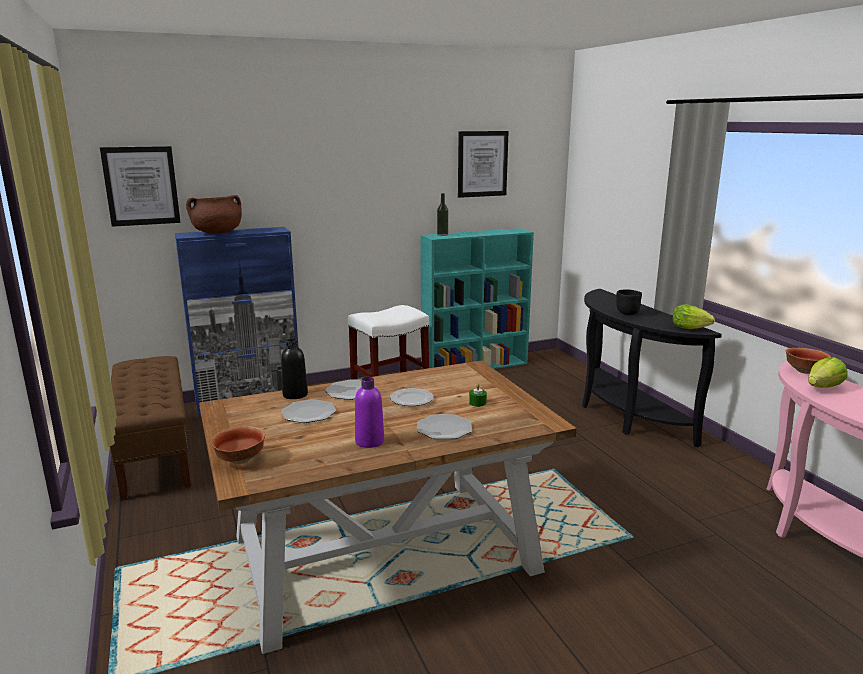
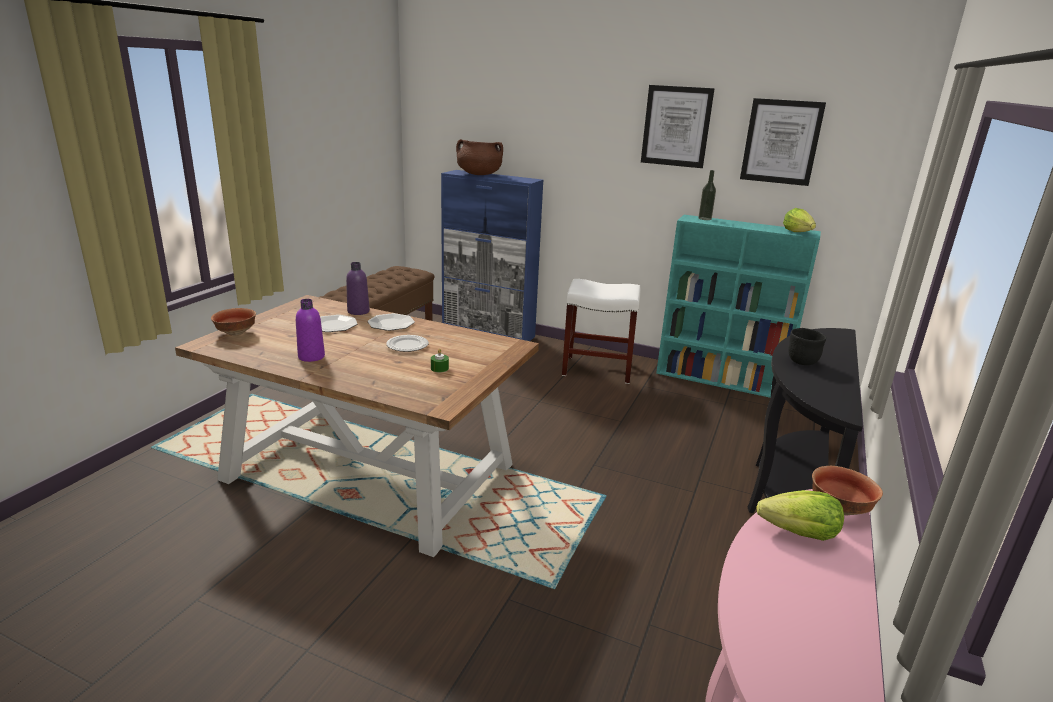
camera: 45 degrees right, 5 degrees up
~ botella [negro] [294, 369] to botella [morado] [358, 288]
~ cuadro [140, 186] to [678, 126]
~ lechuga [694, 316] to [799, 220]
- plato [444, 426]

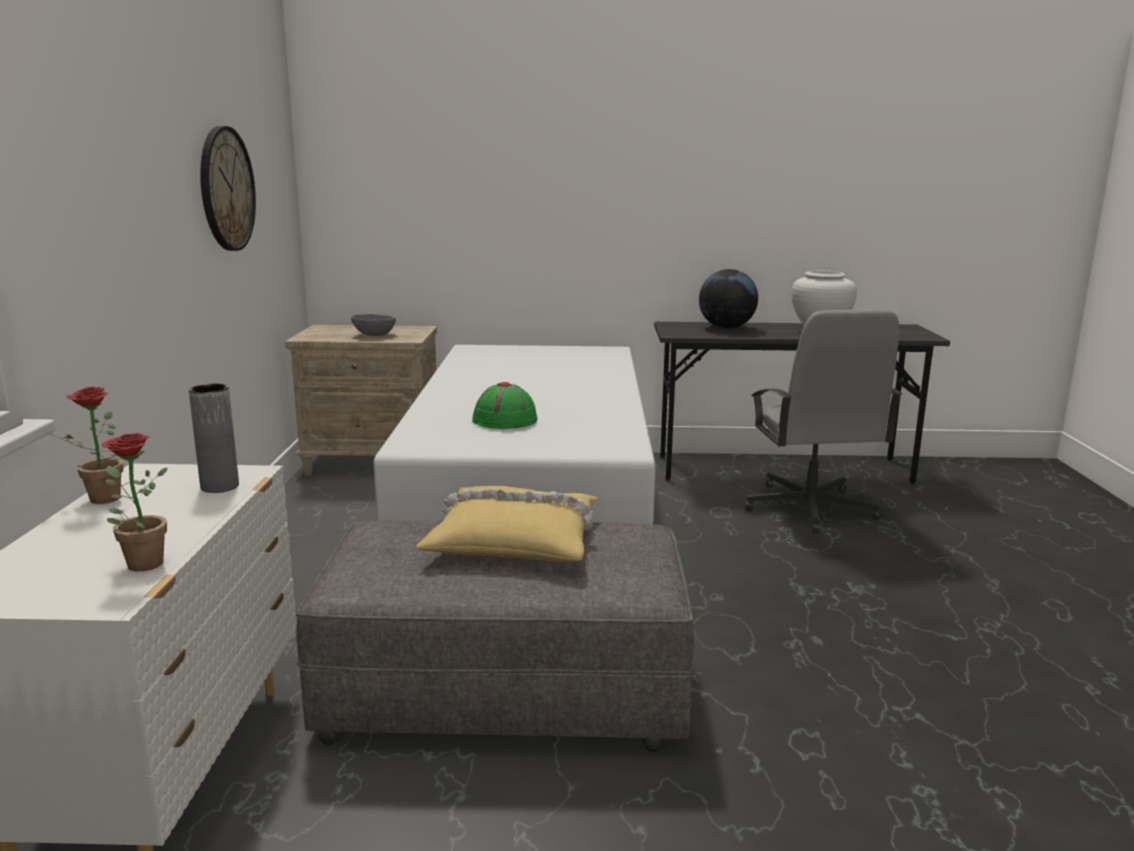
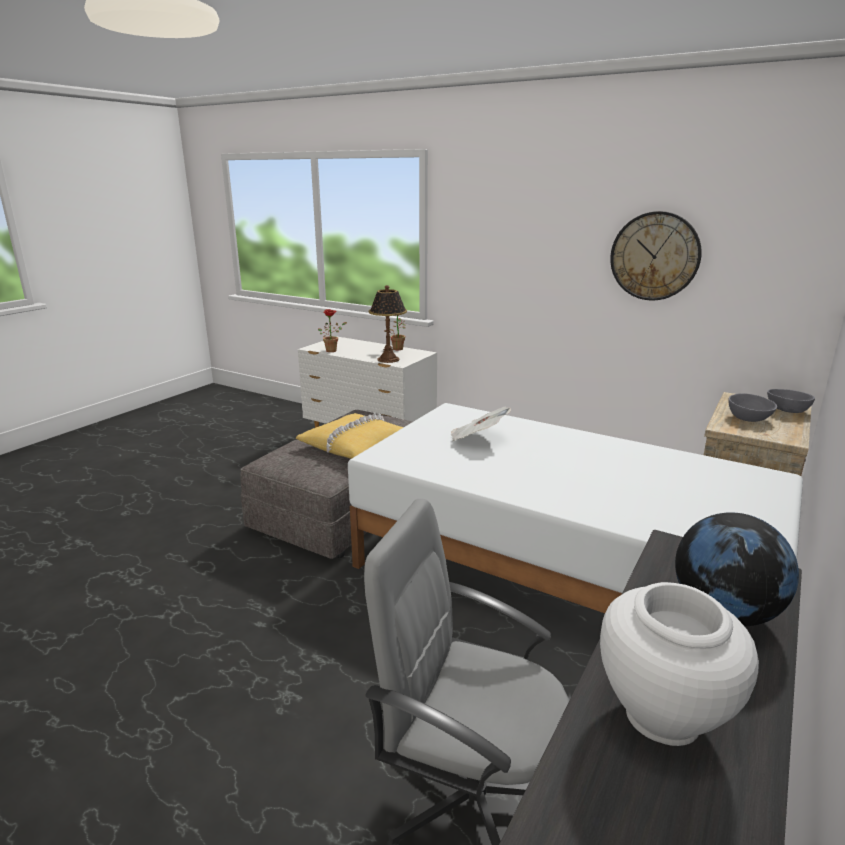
camera: 120 degrees right, 5 degrees up
~ florero [gris] [214, 438] to lámpara de mesa [388, 324]
~ sombrero [verde] [505, 405] to periódico [481, 423]
+ cuenco [gris] [791, 401]

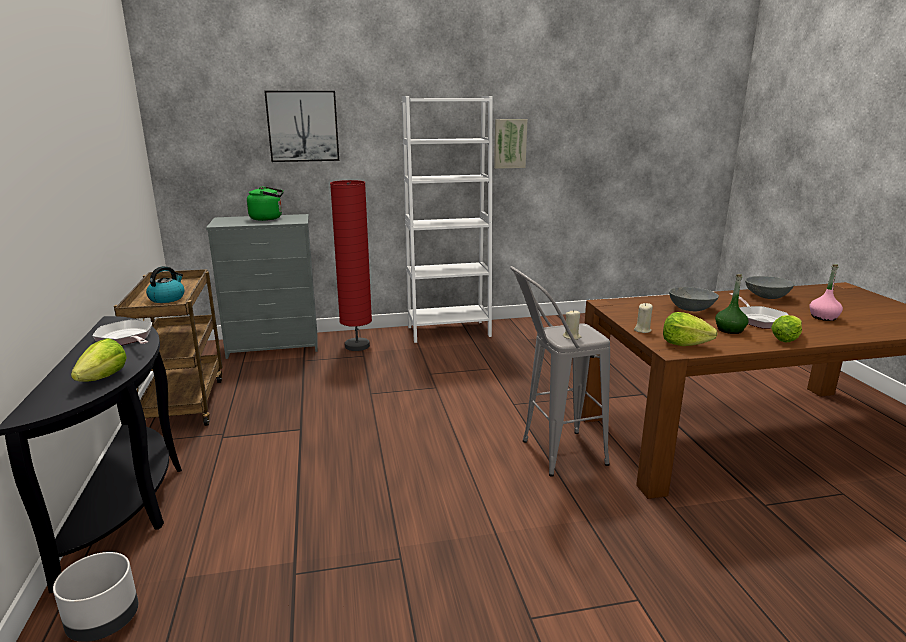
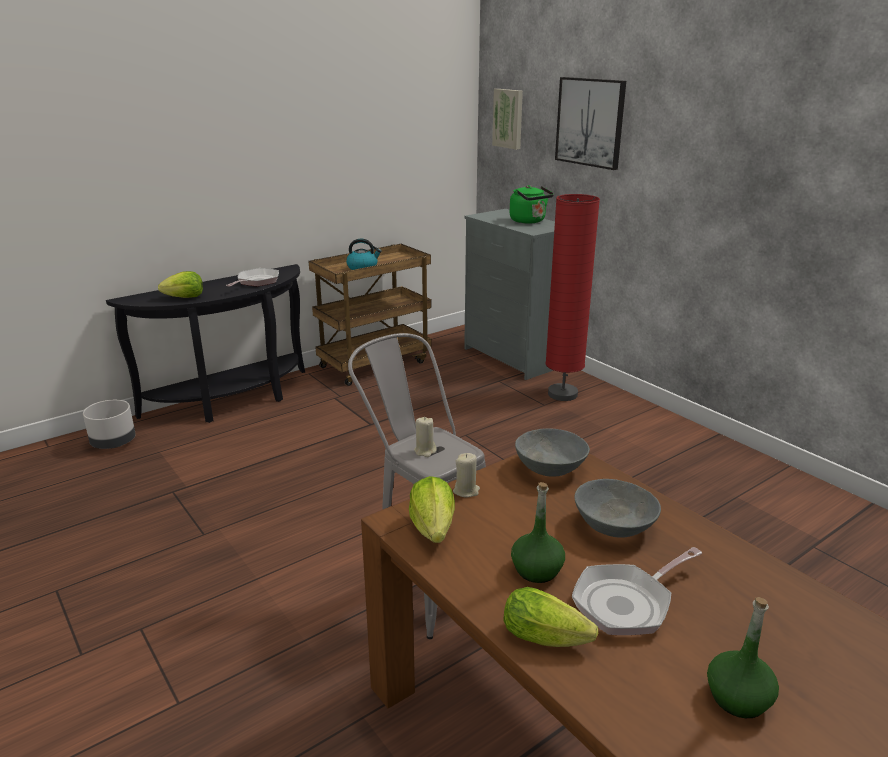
camera: 65 degrees right, 5 degrees up
~ cuadro [511, 144] to [507, 119]
~ cuenco [gris] [770, 287] to [552, 452]
~ botella [rosa] [826, 292] to botella [verde] [743, 657]
- estantería [blanco] [447, 219]

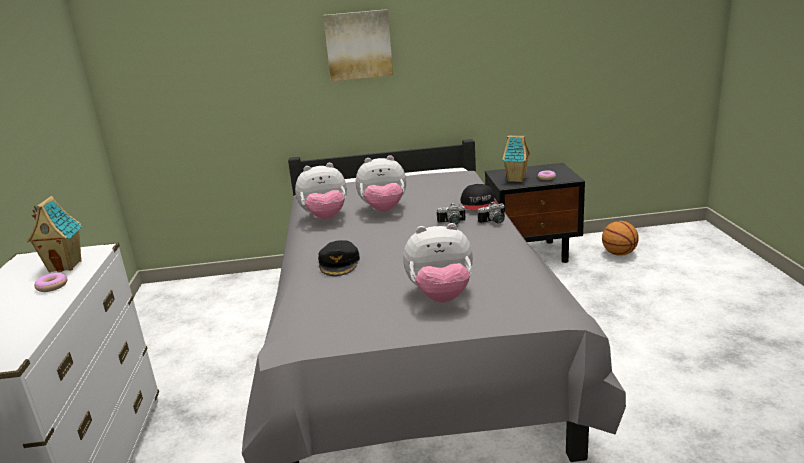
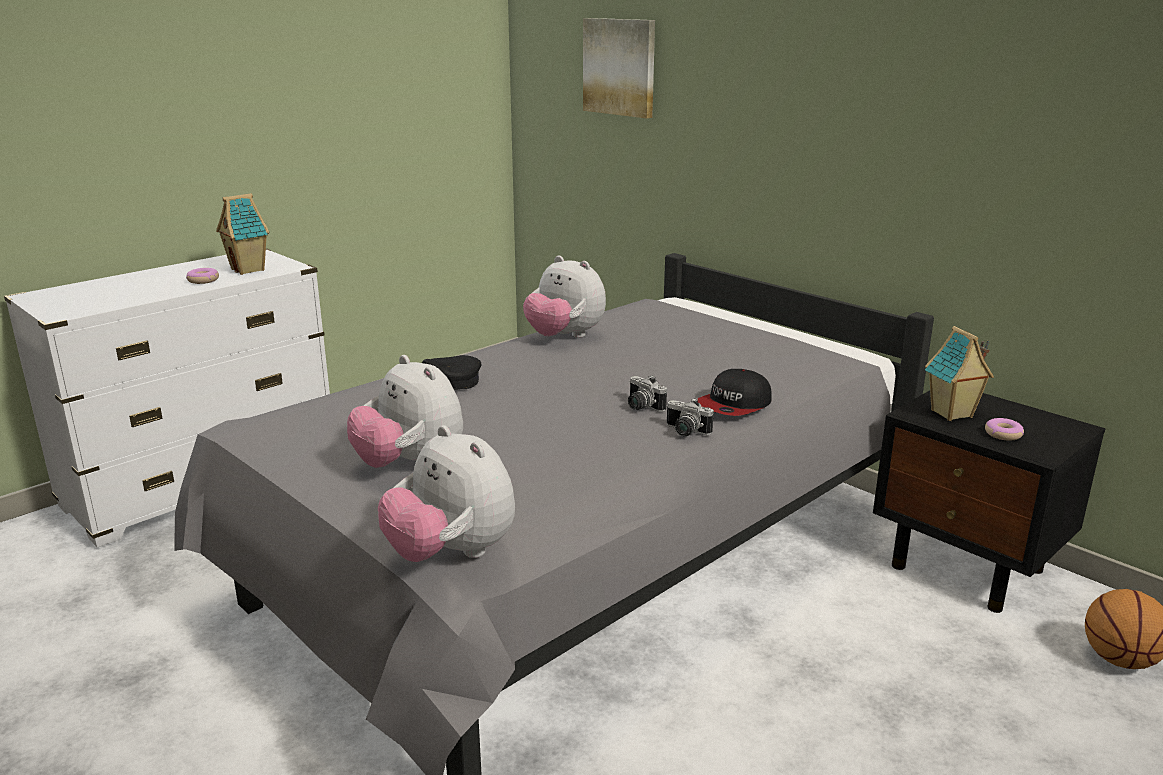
camera: 50 degrees right, 0 degrees up
~ peluche [381, 183] to [446, 493]
~ cuadro [358, 45] to [619, 68]

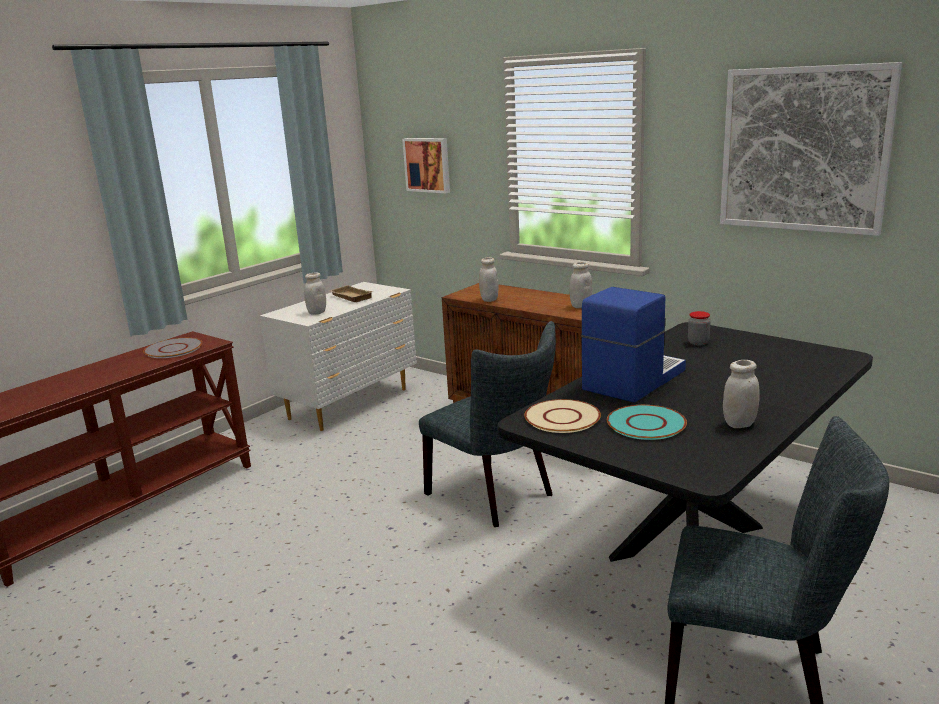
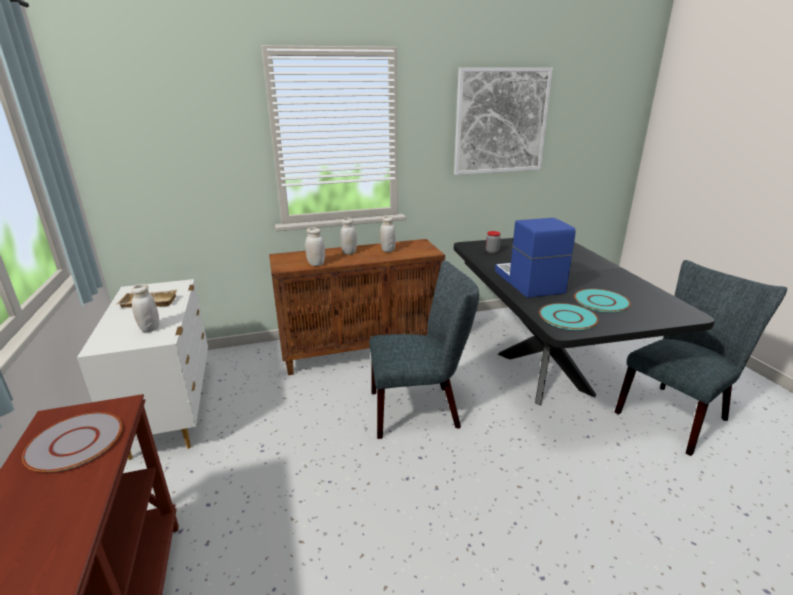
camera: 55 degrees left, 5 degrees up
~ tarro [blanco] [741, 394] to [349, 236]
~ plato [beis] [562, 416] to plato [turquesa] [569, 316]
- cuadro [426, 165]

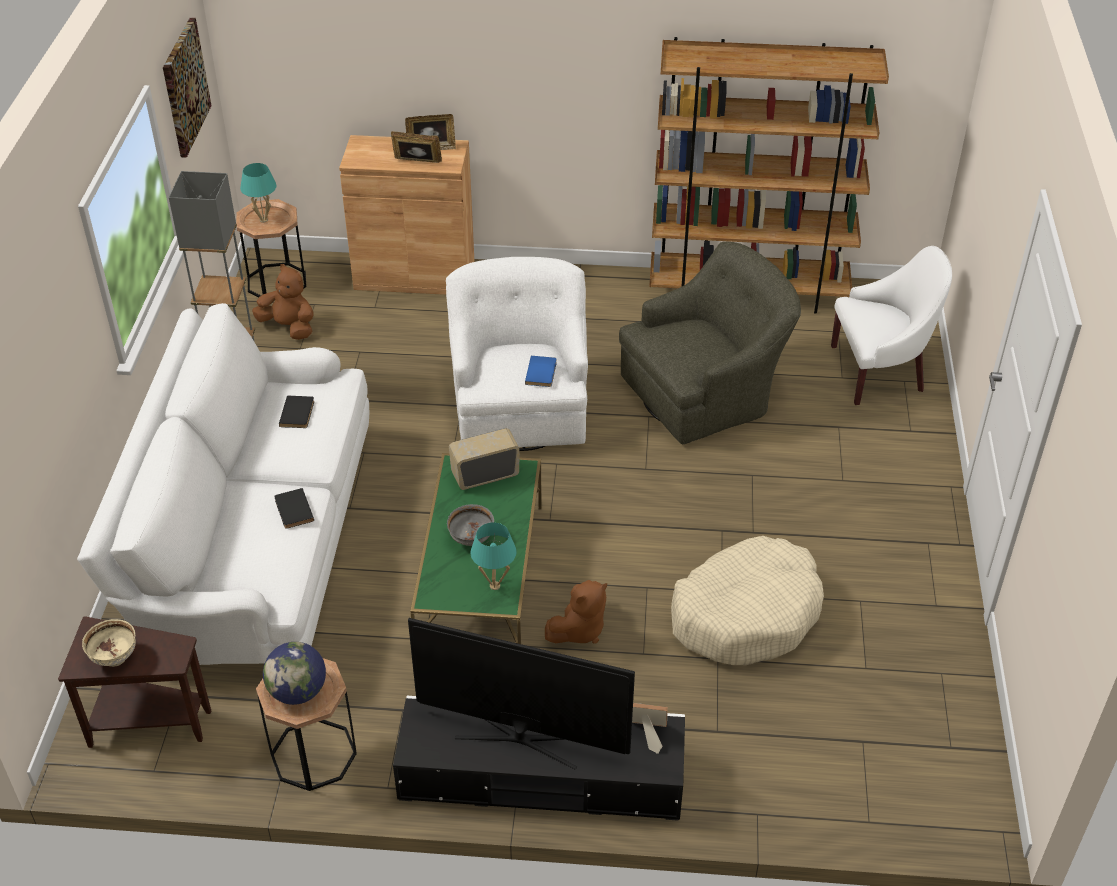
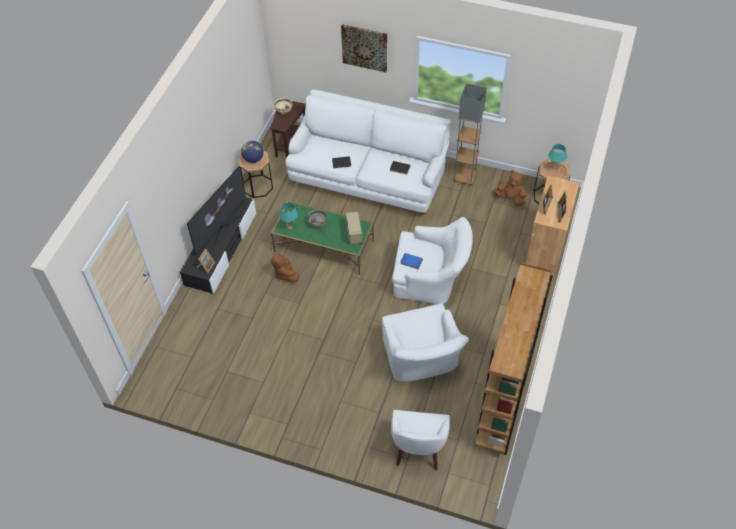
camera: 105 degrees right, 10 degrees up
~ cuadro [187, 88] to [364, 48]
~ sillón [verde] [710, 343] to sillón [blanco] [425, 343]
~ peluche [marrón] [283, 302] = [510, 188] 105 degrees counterclockwise
- cama para perro [beis] [747, 600]

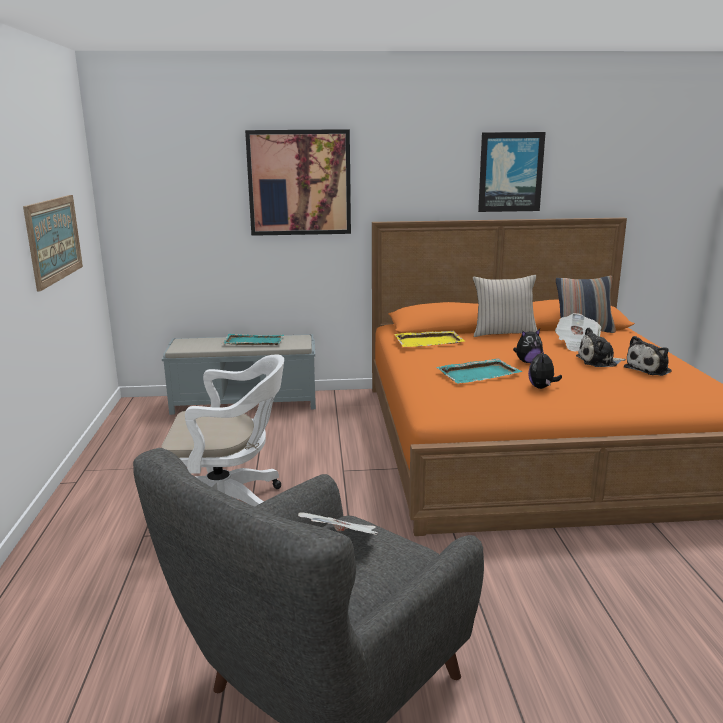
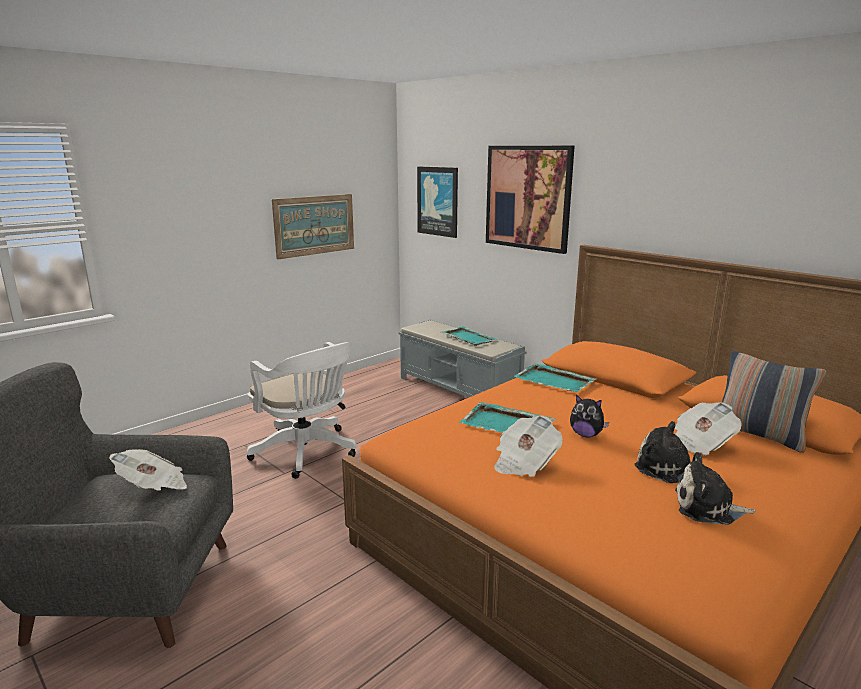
camera: 50 degrees right, 0 degrees up
~ cuadro [512, 172] to [437, 202]
~ peluche [545, 368] to periódico [528, 446]
~ bandeja [amarillo] [429, 339] to bandeja [turquesa] [554, 377]
- cojín [beis] [505, 306]

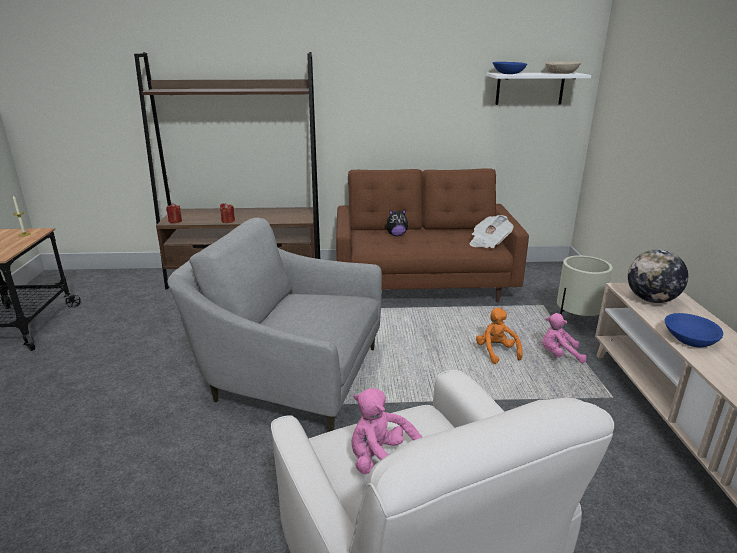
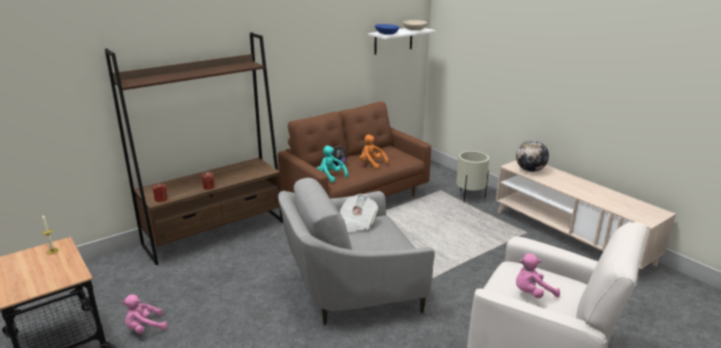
camera: 35 degrees left, 0 degrees up
~ peluche [rosa] [564, 338] to [144, 314]
+ peluche [turquesa] [332, 164]
~ periódico [491, 231] to [359, 213]
~ peluche [naranja] [499, 336] to [374, 152]
- cuenco [azul] [693, 330]

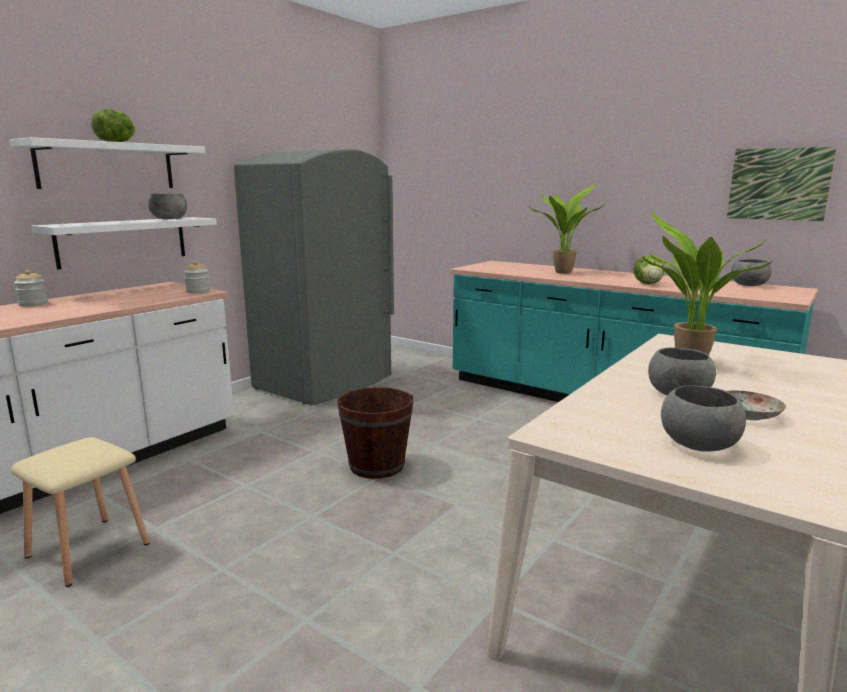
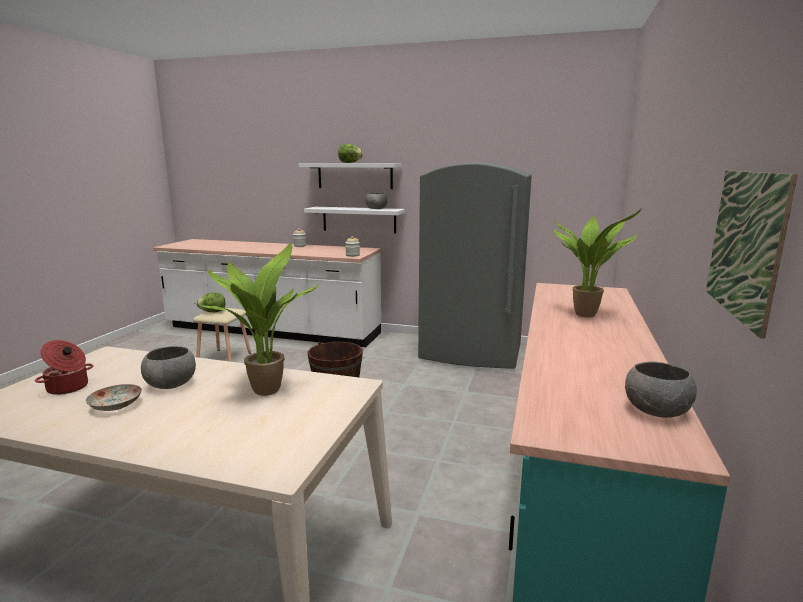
camera: 70 degrees right, 0 degrees up
~ cuenco [gris] [703, 418] to olla [64, 367]
~ lechuga [648, 270] to [211, 303]

